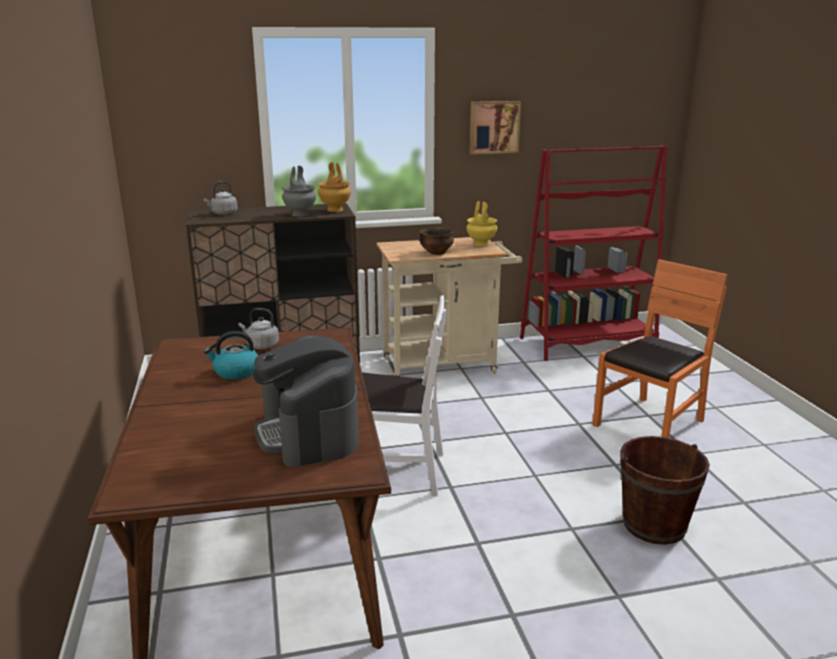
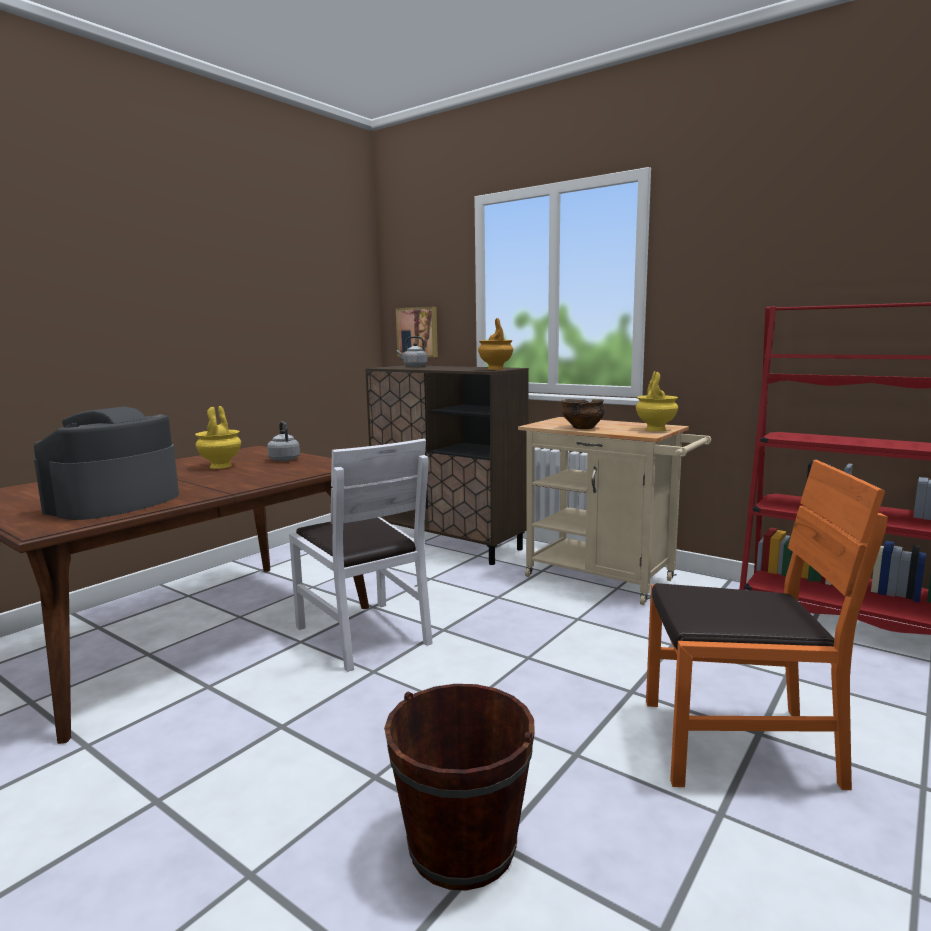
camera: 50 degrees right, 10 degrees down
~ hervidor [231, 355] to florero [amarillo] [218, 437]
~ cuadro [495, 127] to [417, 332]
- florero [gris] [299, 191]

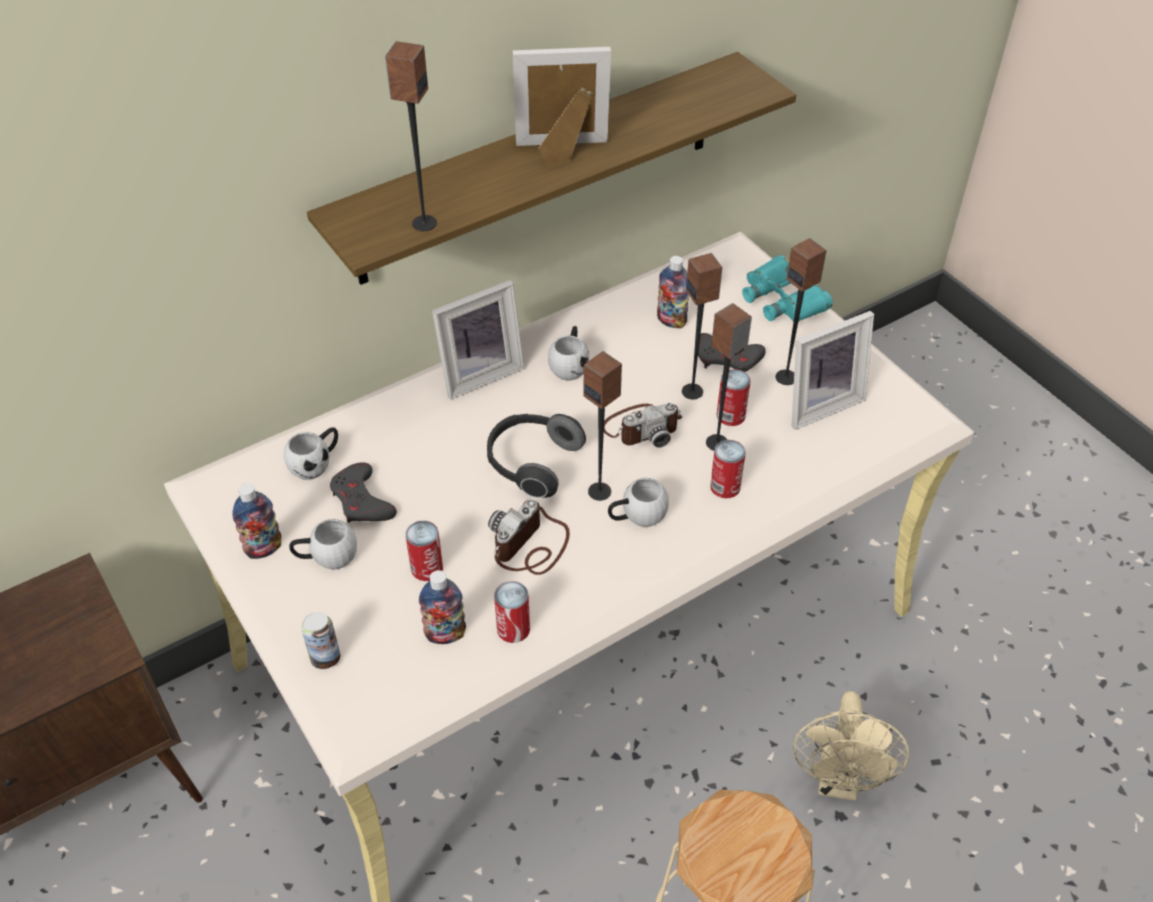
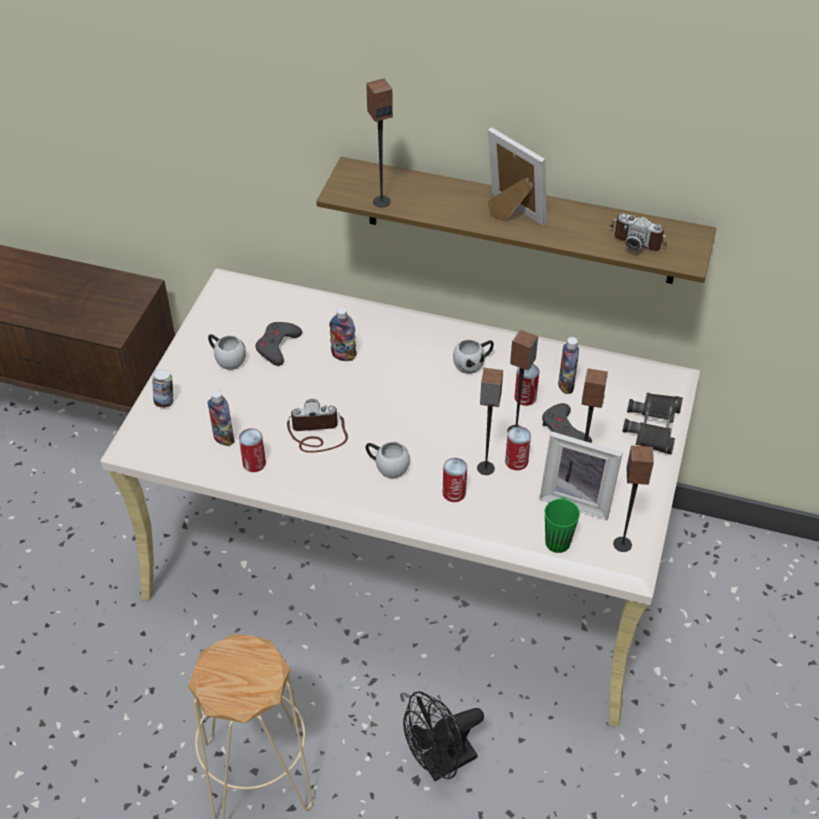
camera: 50 degrees right, 0 degrees up
~ botella [257, 521] to [342, 334]
~ ventilador [beis] [851, 745] to ventilador [negro] [443, 736]
~ lata [424, 551] to [527, 385]
+ taza grande [verde] [562, 525]
~ cámara [643, 425] to [638, 232]
~ altavoz [603, 426] to [633, 498]
~ prismáticos [turquesa] [787, 288] to prismáticos [negro] [652, 423]
- taza grande [blanco] [311, 453]
- portarretratos [478, 339]
- auriculares [536, 456]

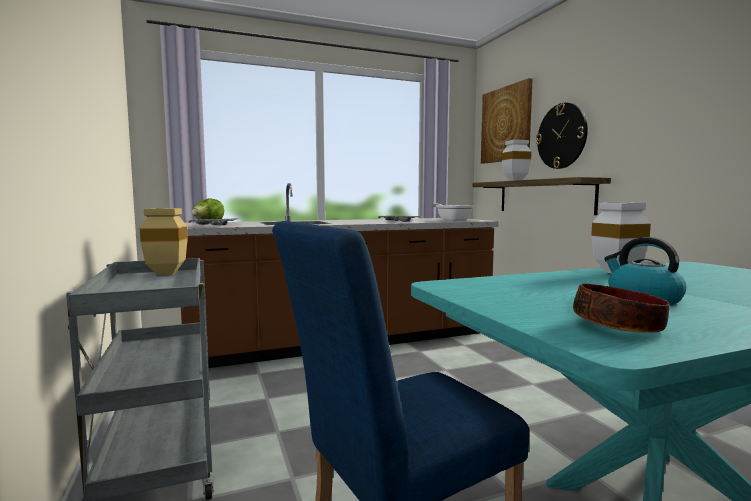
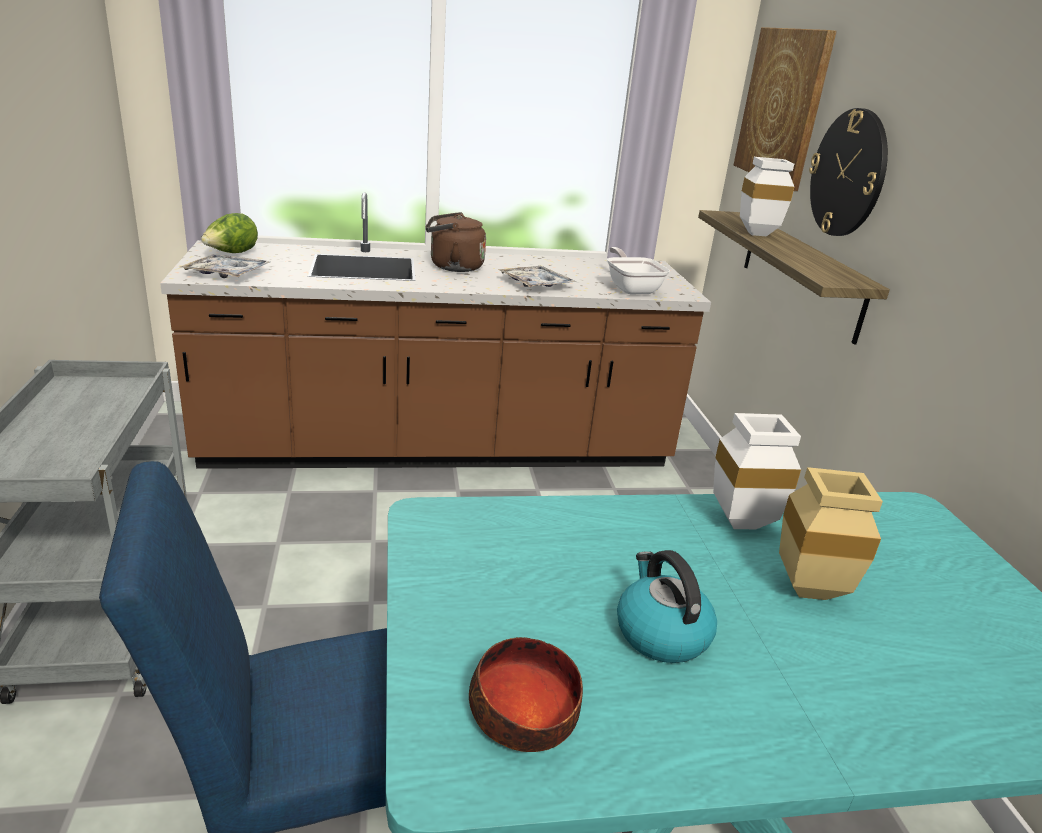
camera: 10 degrees right, 20 degrees up
+ hervidor [marrón] [456, 242]
~ florero [beis] [164, 241] to [831, 533]

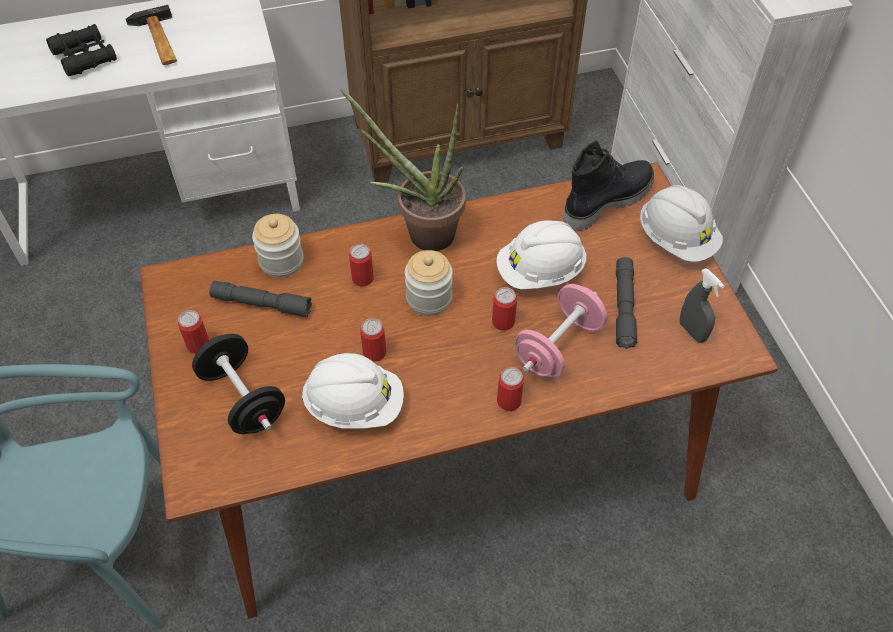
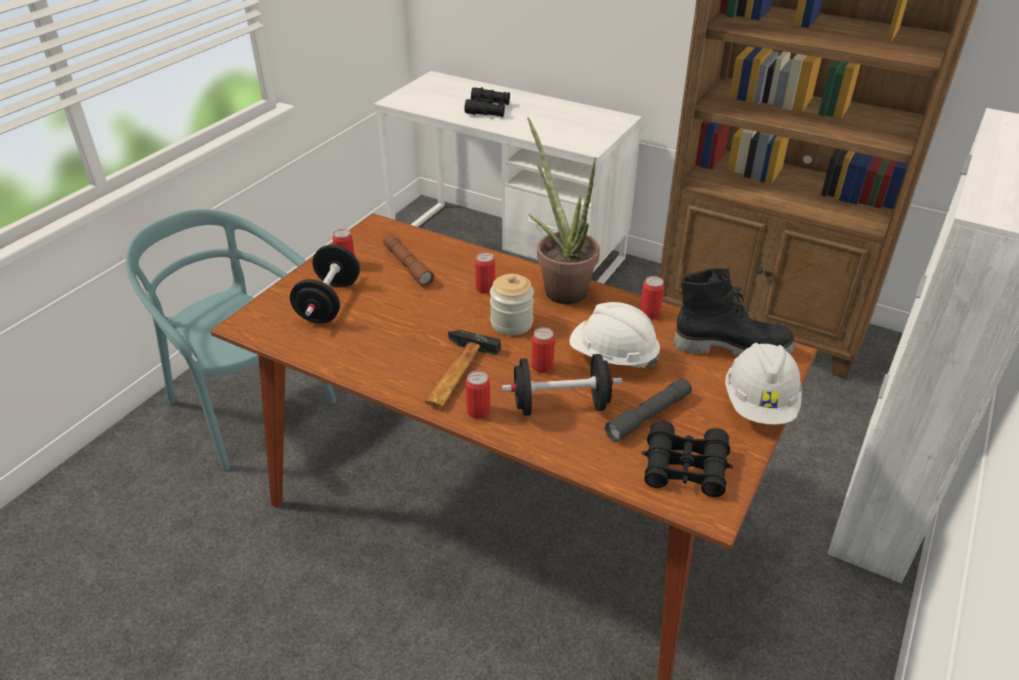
camera: 45 degrees right, 15 degrees down
~ linterna [gris] [260, 299] to linterna [marrón] [408, 260]
~ martillo [151, 35] to [463, 368]
~ mancuerna [rosa] [560, 331] to mancuerna [negro] [562, 385]
~ lata [373, 340] to [652, 297]
~ pulverizador [gris] [702, 305] to prismáticos [negro] [687, 458]
- tarro [277, 246]
- casco [blanco] [353, 390]

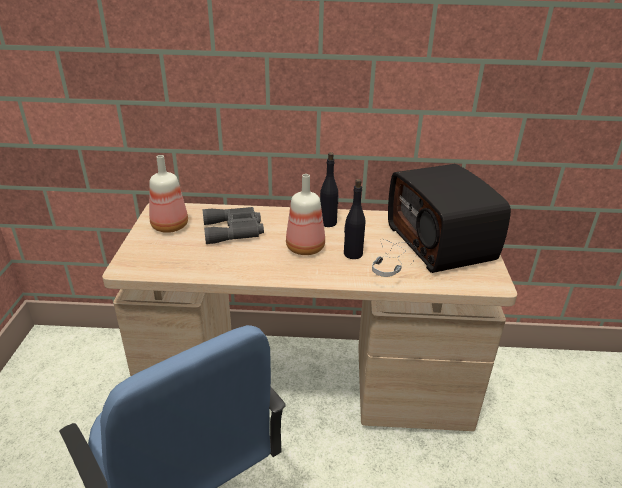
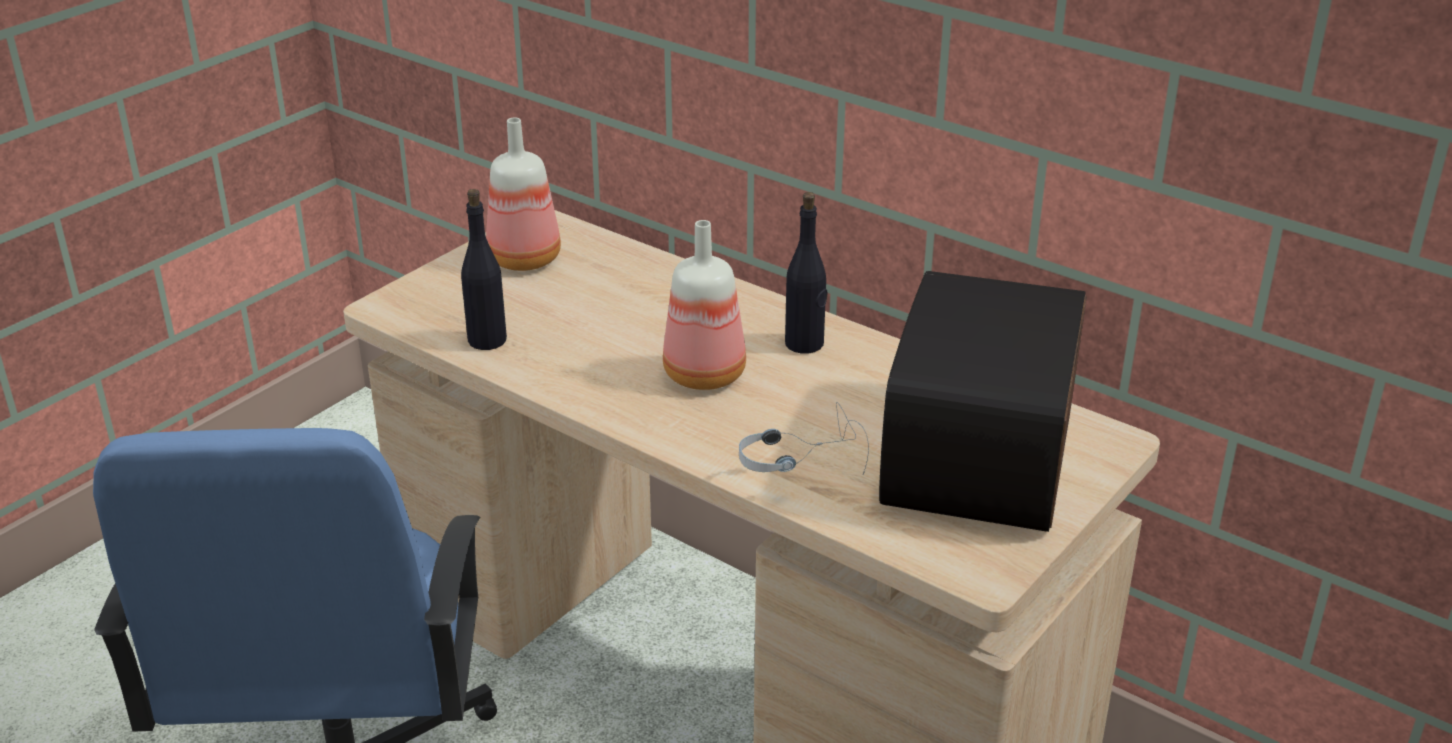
camera: 35 degrees right, 0 degrees up
~ botella [negro] [354, 219] to [484, 269]
- prismáticos [gris] [233, 225]

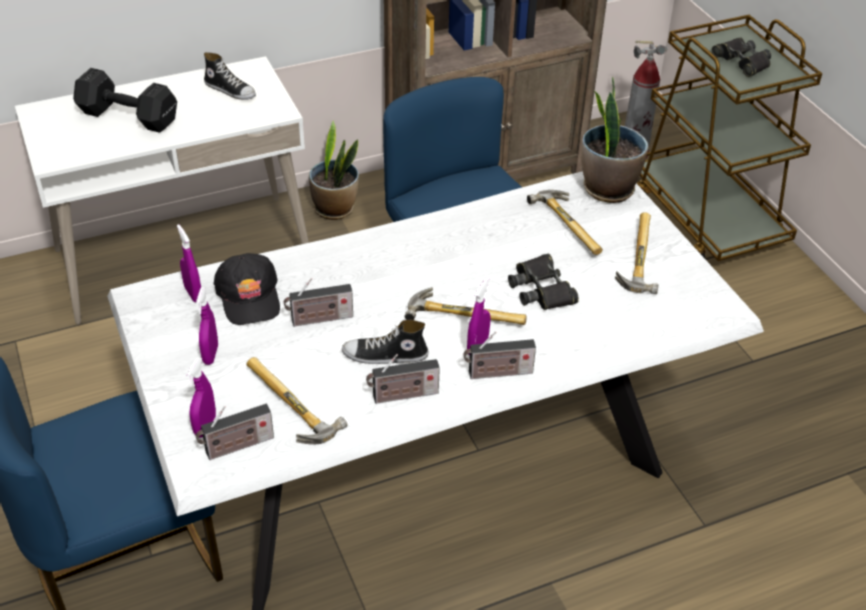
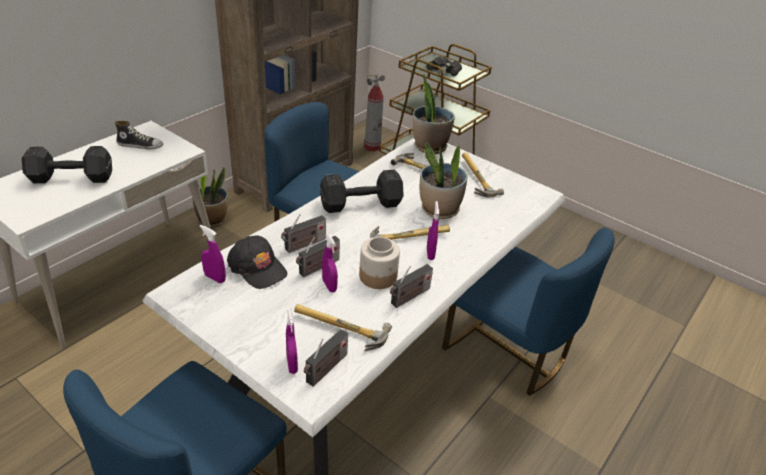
camera: 30 degrees left, 5 degrees down
~ radio [499, 355] to [303, 233]
+ mancuerna [negro] [362, 191]
~ pulverizador [morado] [207, 326] to [330, 263]
~ zapato [385, 342] to tarro [379, 263]
~ prismáticos [negro] [543, 282] to planta en maceta [444, 180]
+ silla [azul] [528, 312]

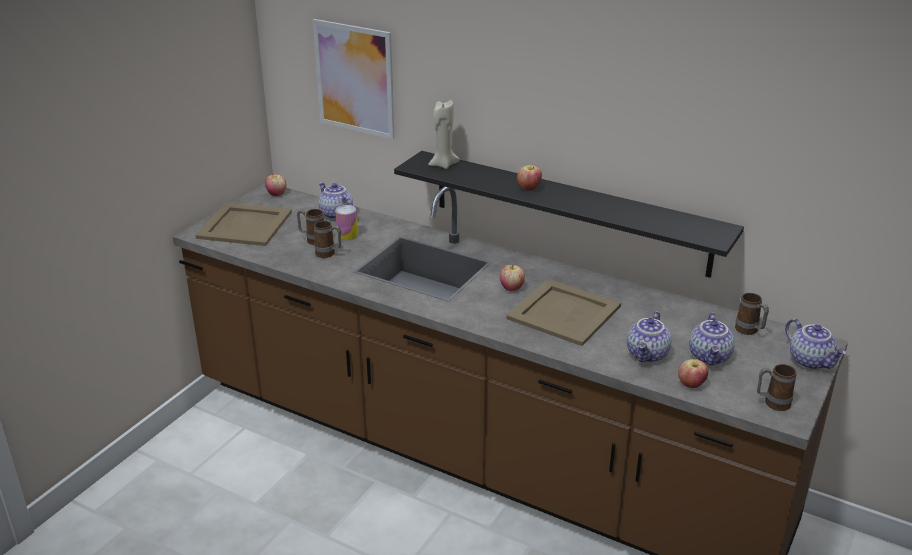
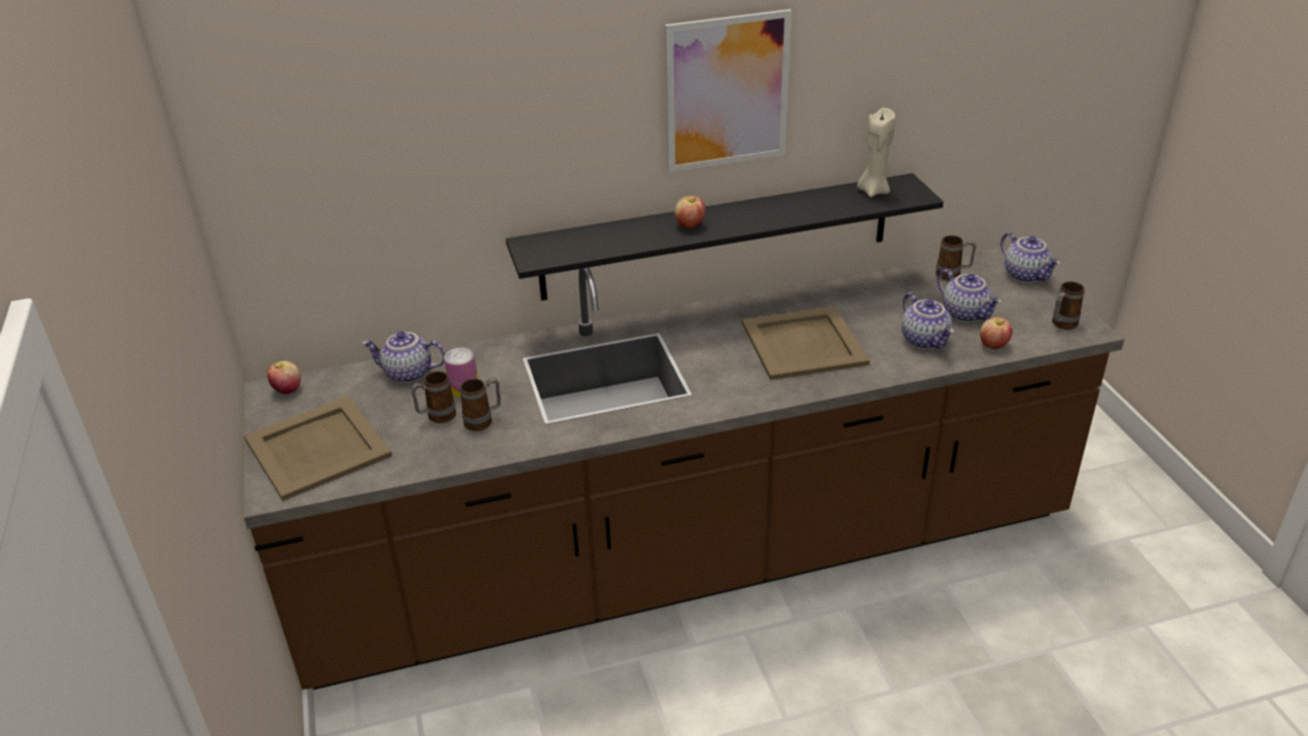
camera: 45 degrees left, 5 degrees up
~ cuadro [354, 79] to [728, 90]
~ vela [beis] [444, 134] to [876, 152]
~ tetera [815, 344] = [1030, 257] 45 degrees clockwise
- manzana [512, 277]

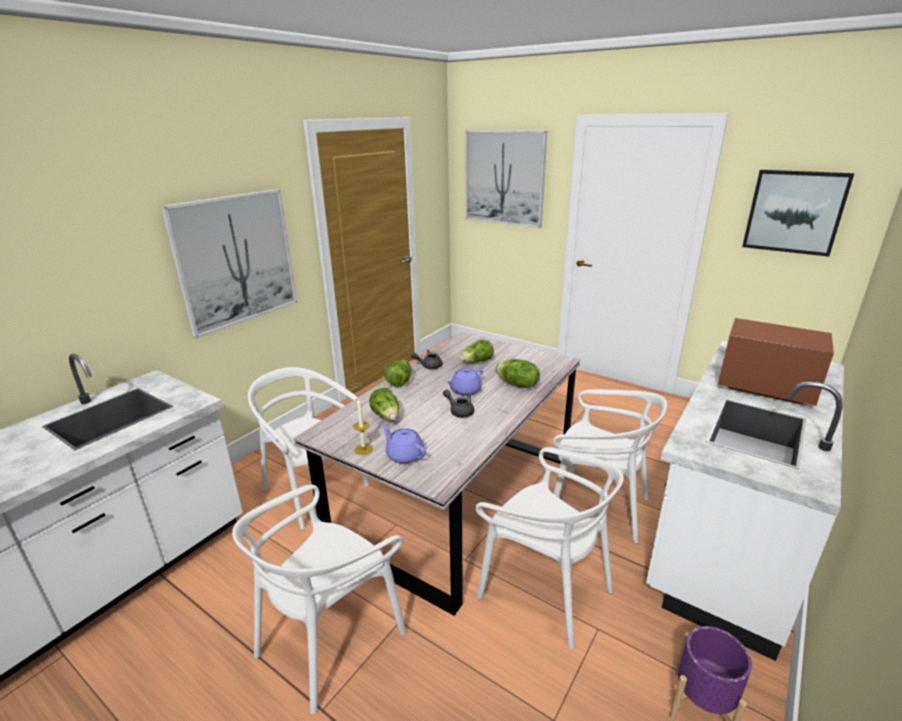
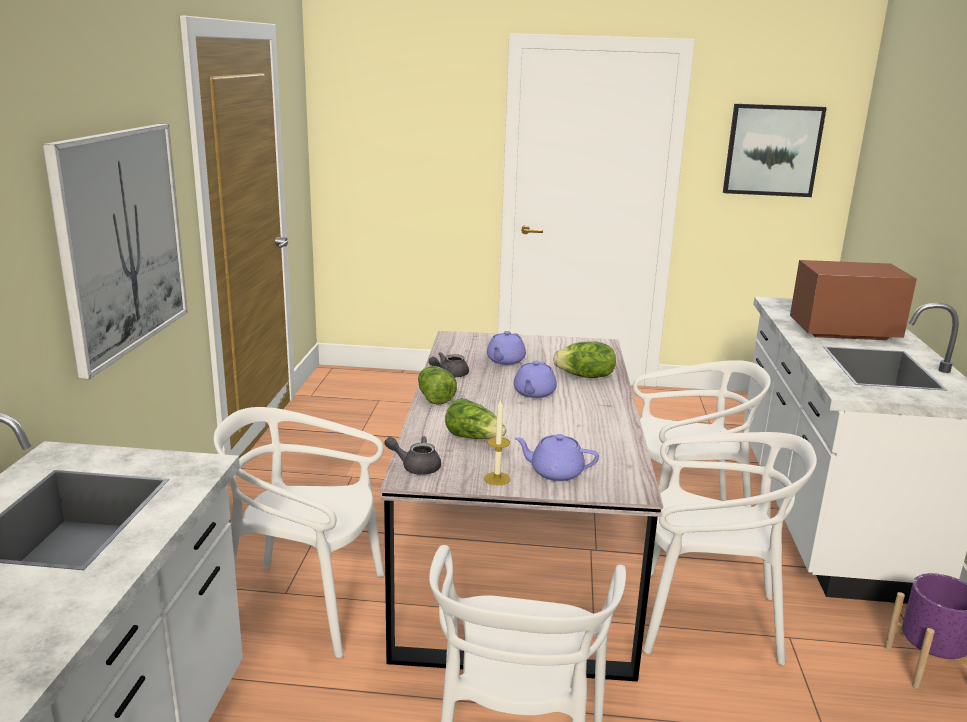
camera: 30 degrees left, 5 degrees down
~ tetera [gris] [458, 403] to [412, 455]
~ lechuga [477, 351] to tetera [morado] [506, 348]
- cuadro [506, 179]

